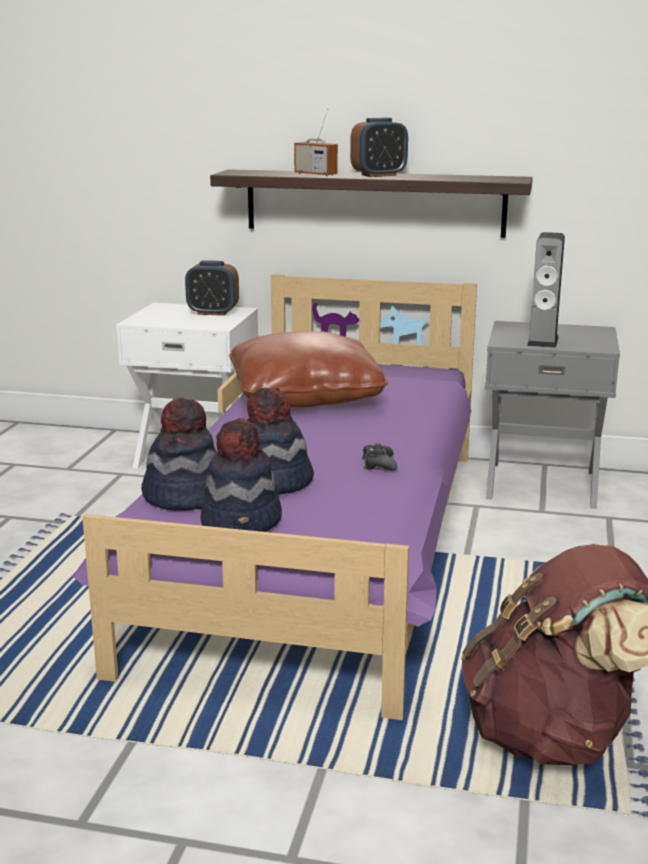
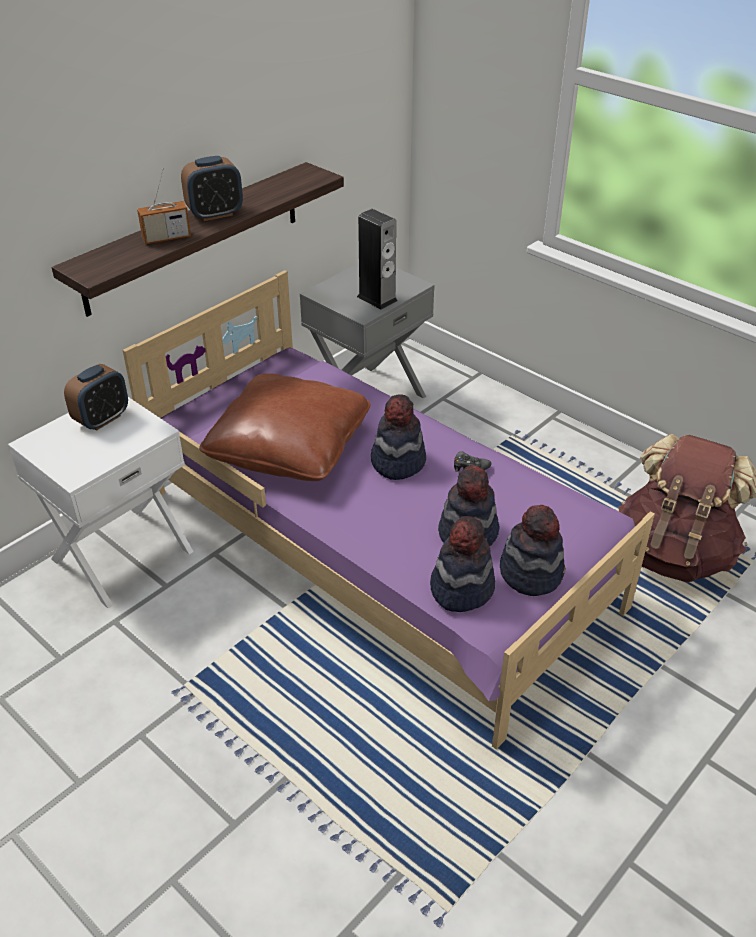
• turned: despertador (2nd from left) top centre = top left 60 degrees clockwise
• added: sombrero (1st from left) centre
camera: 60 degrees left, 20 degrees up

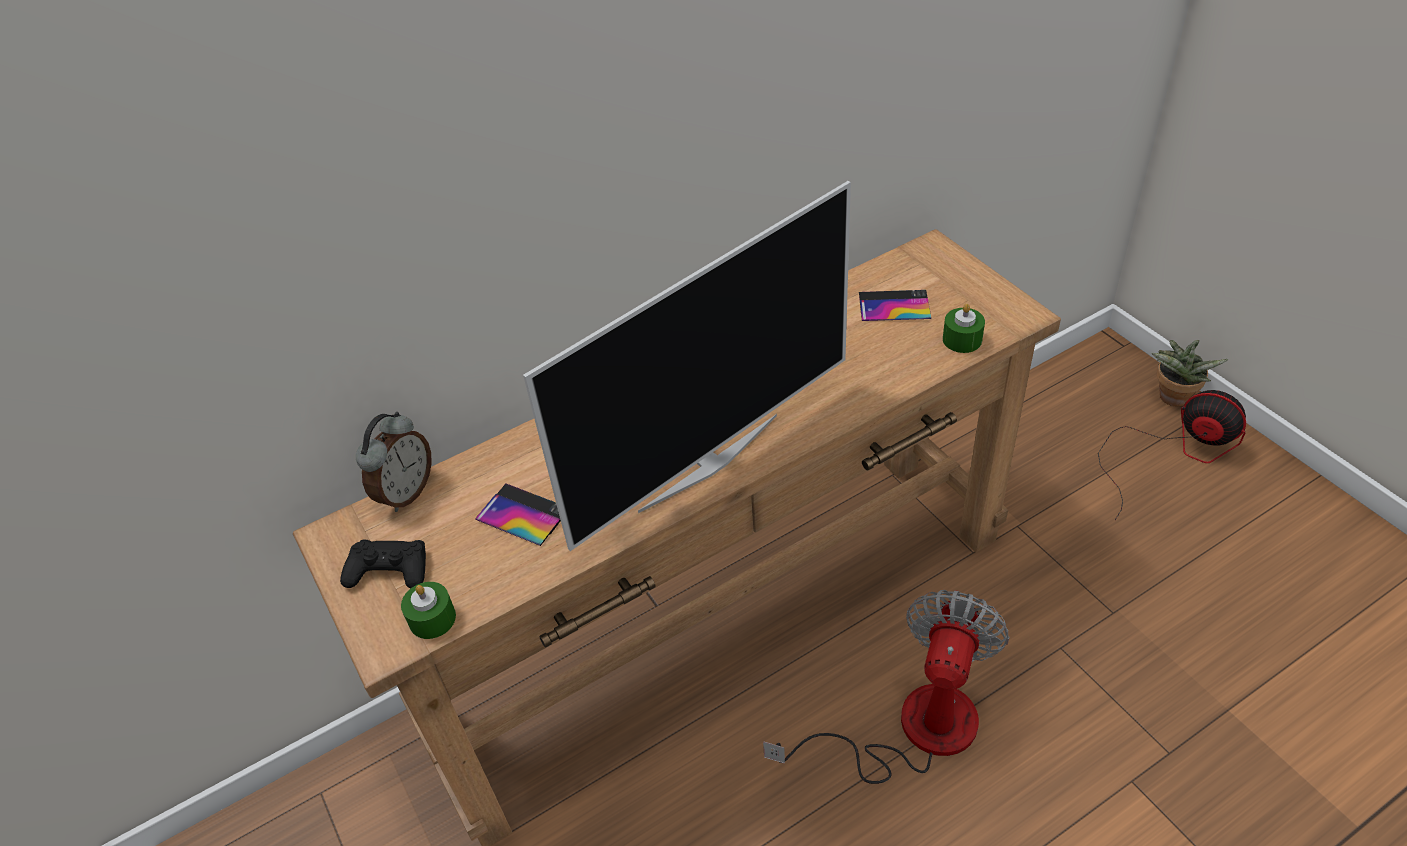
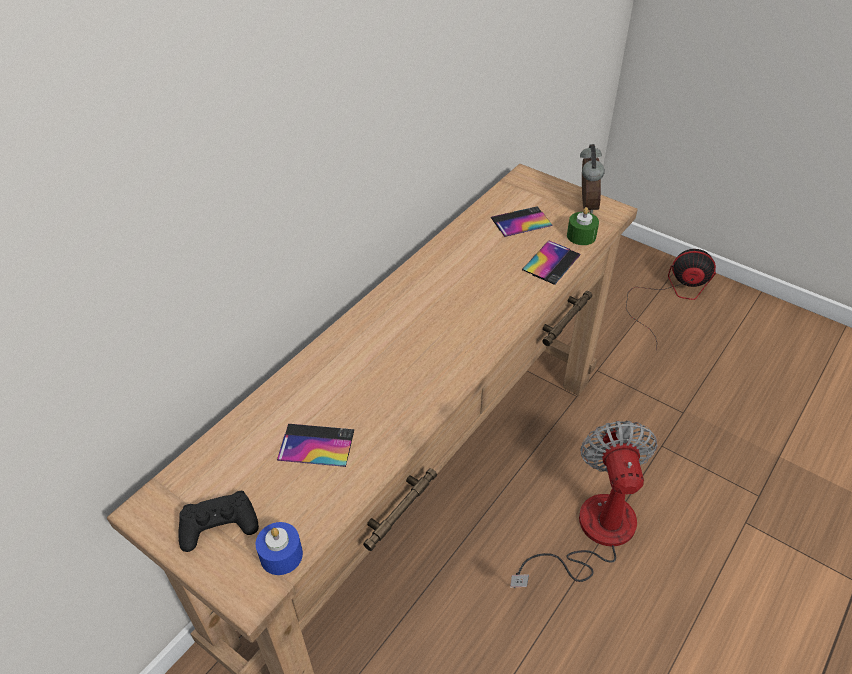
• removed: televisor centre
• removed: planta en maceta middle right
• moved: despertador middle left to top right
• recoloured: vela [verde] (1st from left) bottom left to vela [azul] bottom left
• added: móvil (3rd from left) centre
camera: 25 degrees left, 0 degrees up

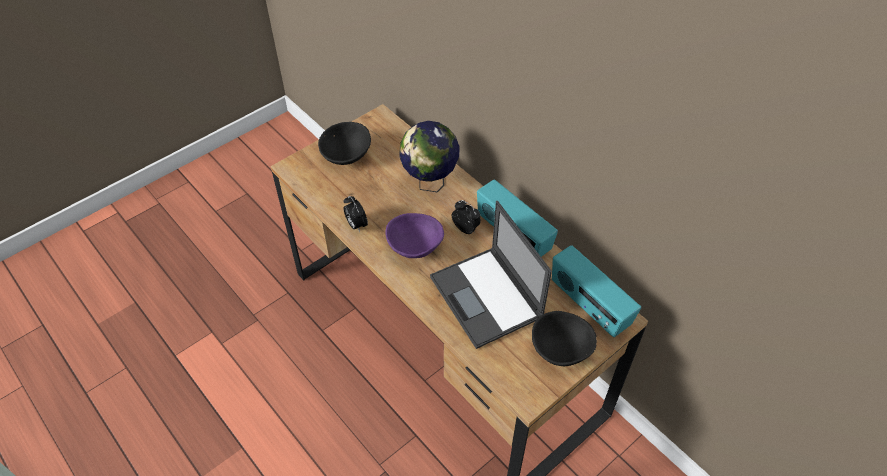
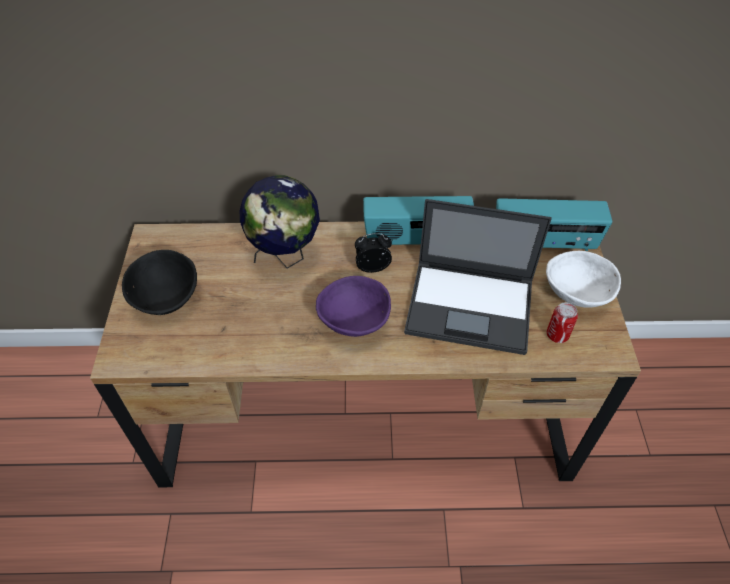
• removed: despertador (1st from left) centre
• recoloured: cuenco [negro] (2nd from left) bottom centre to cuenco [blanco] middle right
• added: lata middle right
camera: 50 degrees left, 0 degrees up

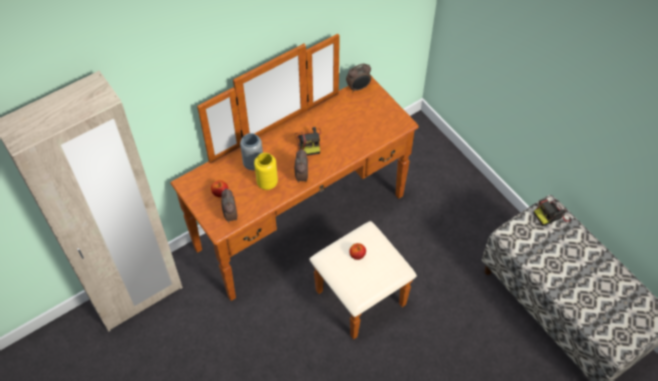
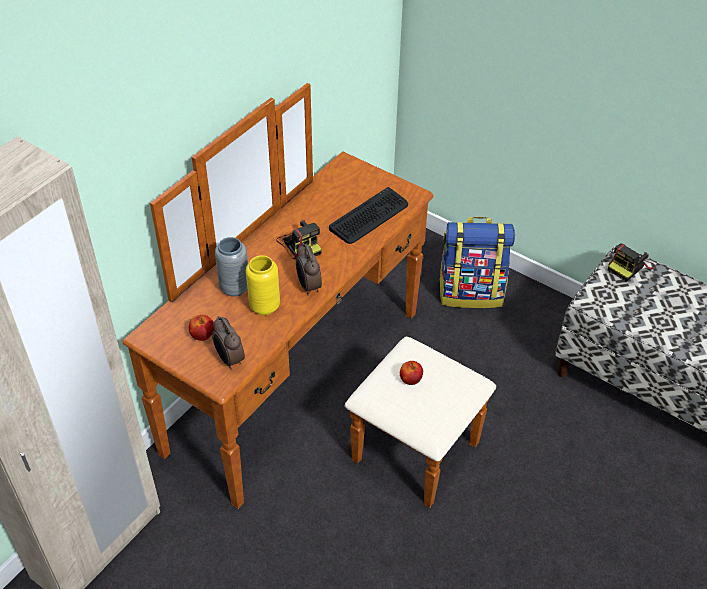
• removed: despertador (3rd from left) top centre
• added: teclado centre
• added: mochila middle right
camera: 20 degrees left, 10 degrees down

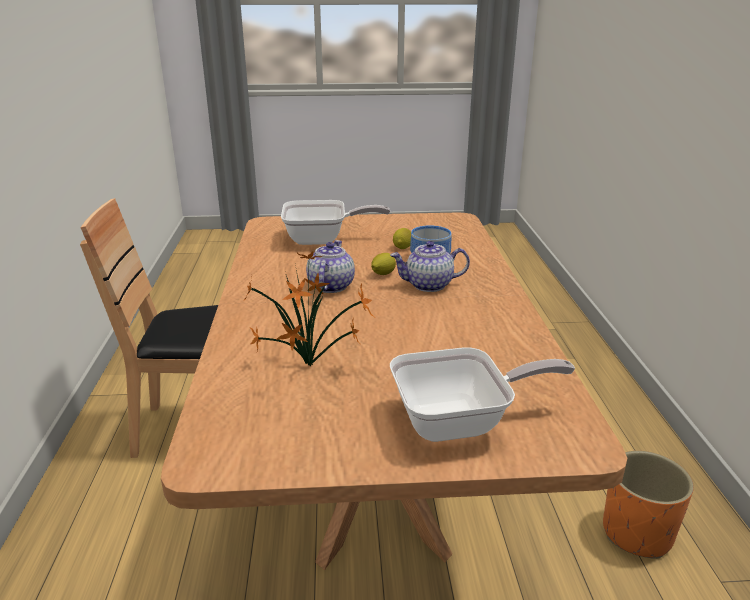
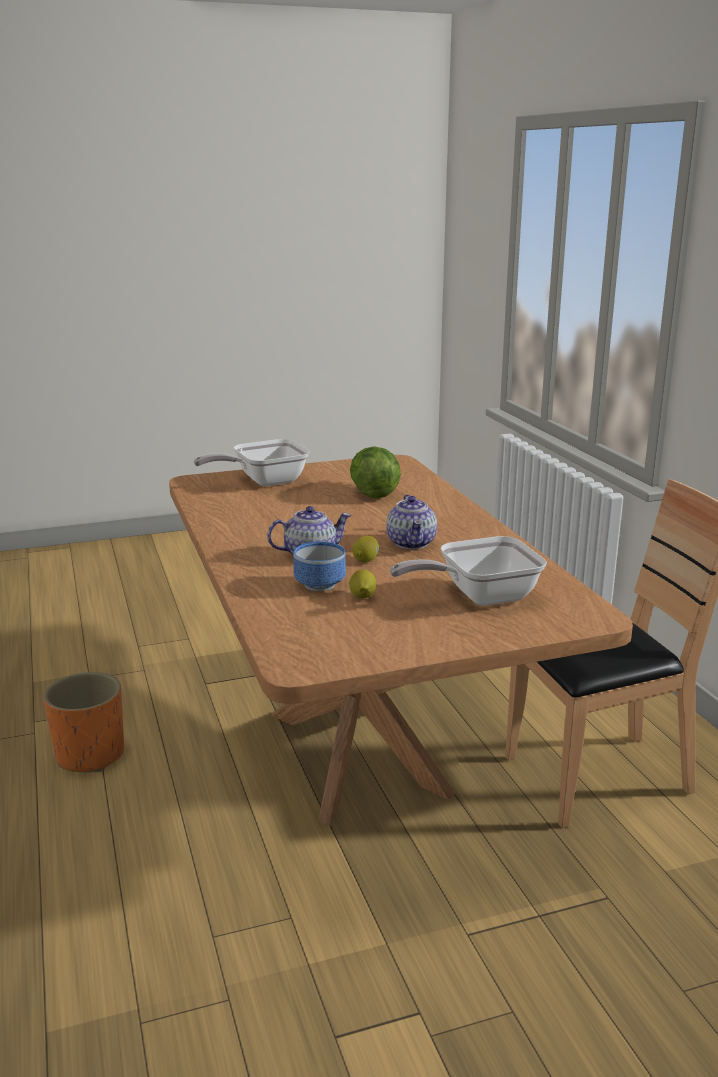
• replaced: planta en maceta centre to lechuga centre
camera: 165 degrees right, 5 degrees down

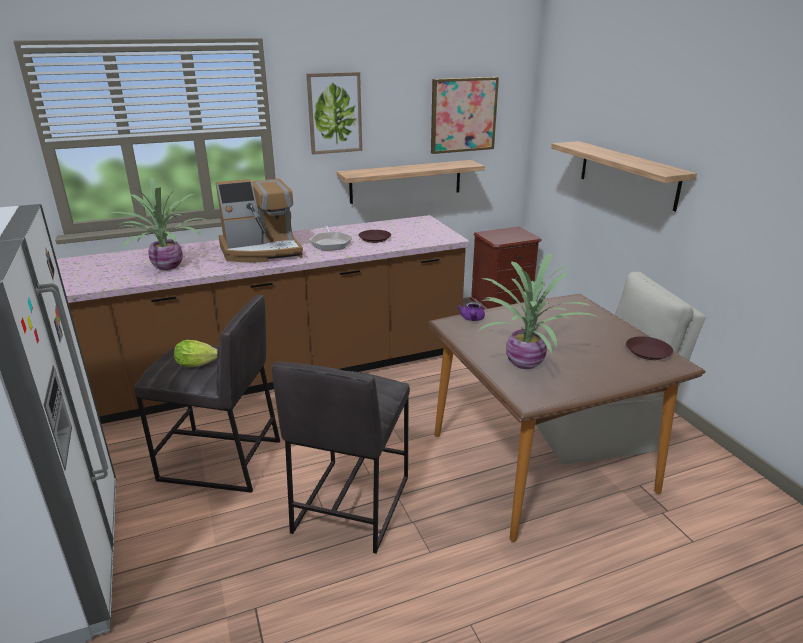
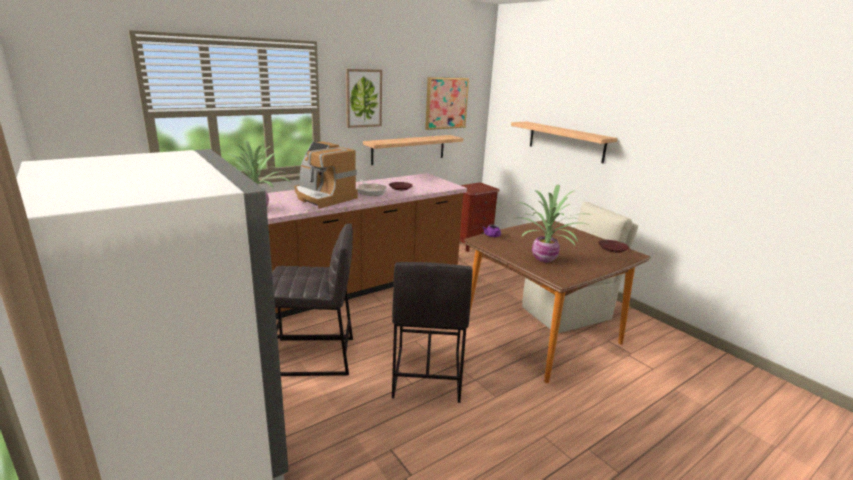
• turned: cafetera middle left = centre 75 degrees clockwise
• removed: lechuga middle left
camera: 15 degrees left, 5 degrees down

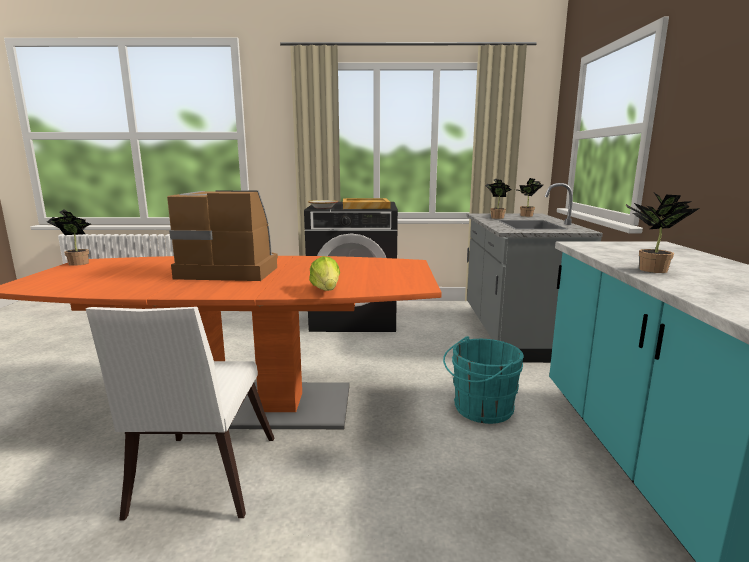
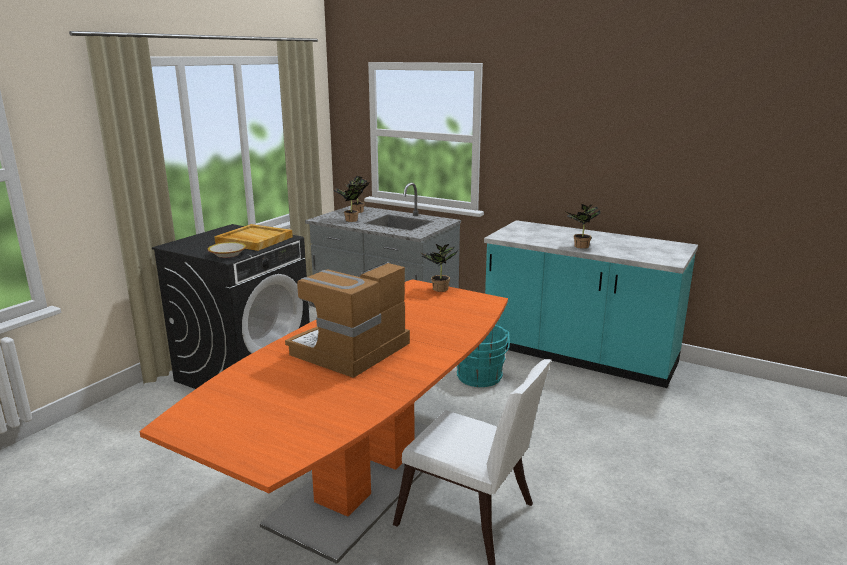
• moved: planta en maceta (1st from left in the first image) middle left to planta en maceta (3rd from left) centre
• removed: lechuga centre
camera: 60 degrees left, 5 degrees up

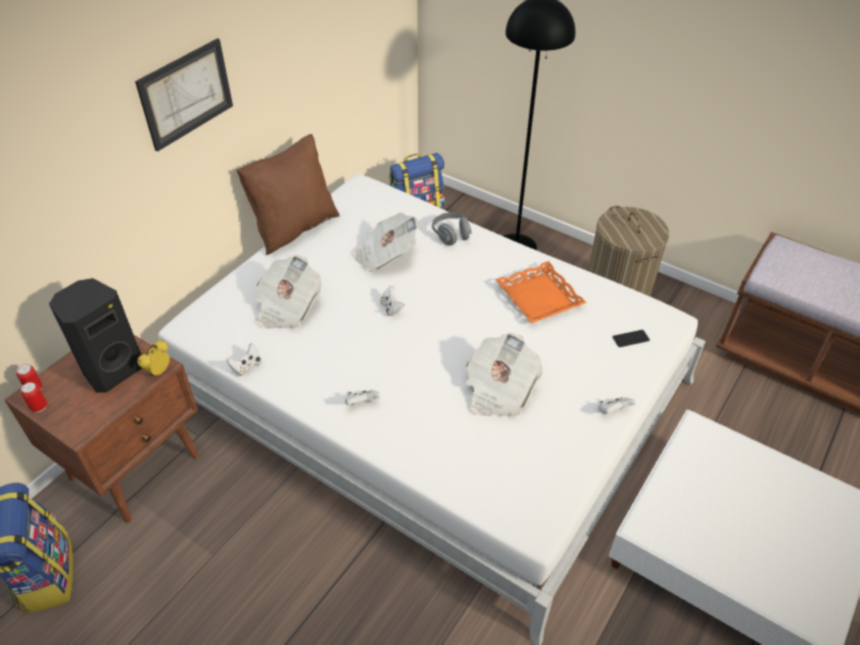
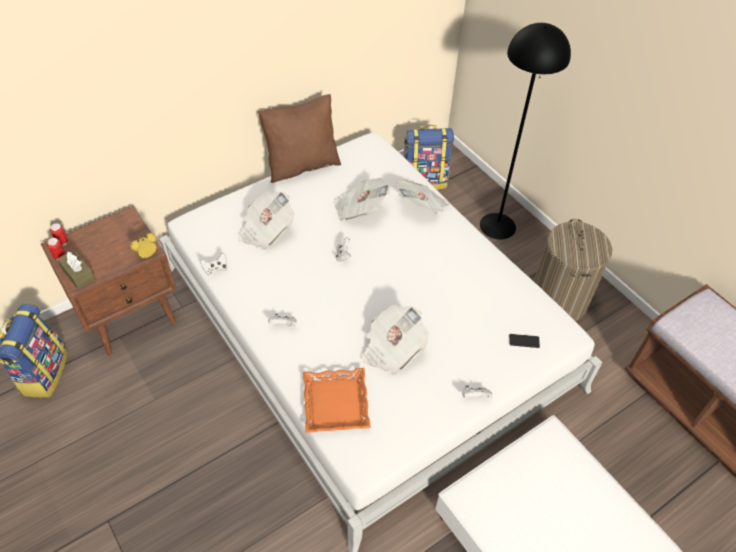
• removed: cuadro top left
• replaced: auriculares [gris] centre to periódico (4th from left) centre
• moved: bandeja [naranja] centre to bottom centre
• removed: altavoz [negro] middle left
• added: caja de pañuelos [marrón] middle left
camera: 20 degrees right, 5 degrees up

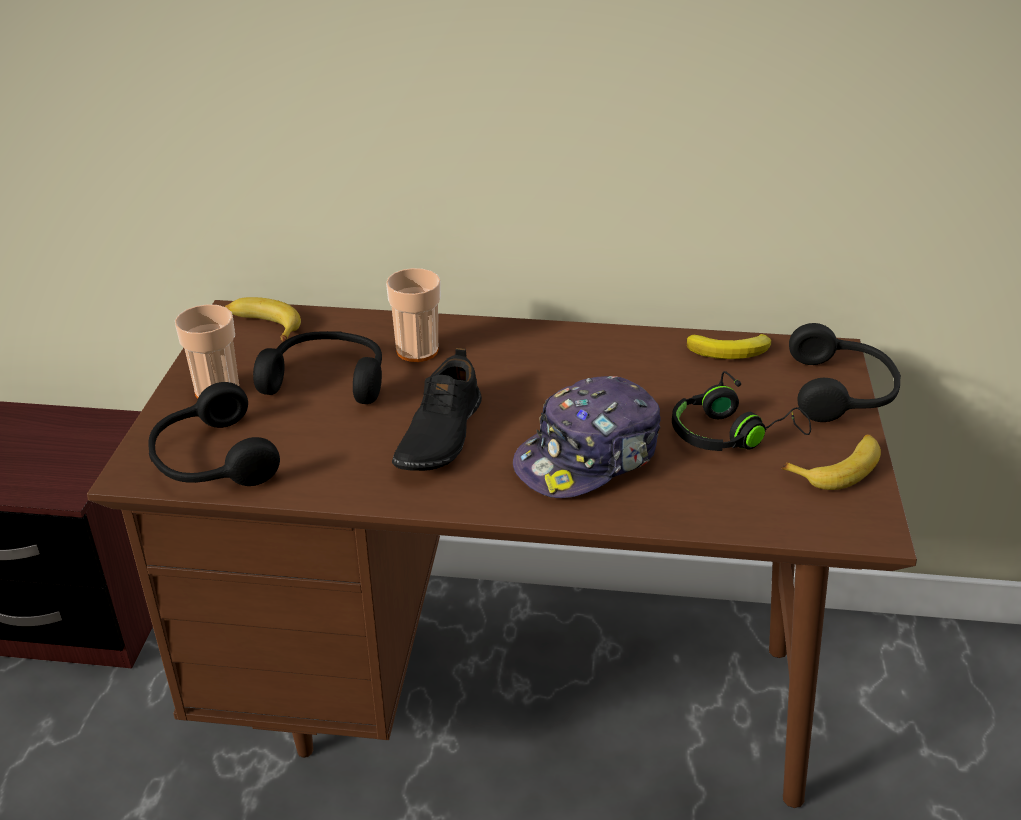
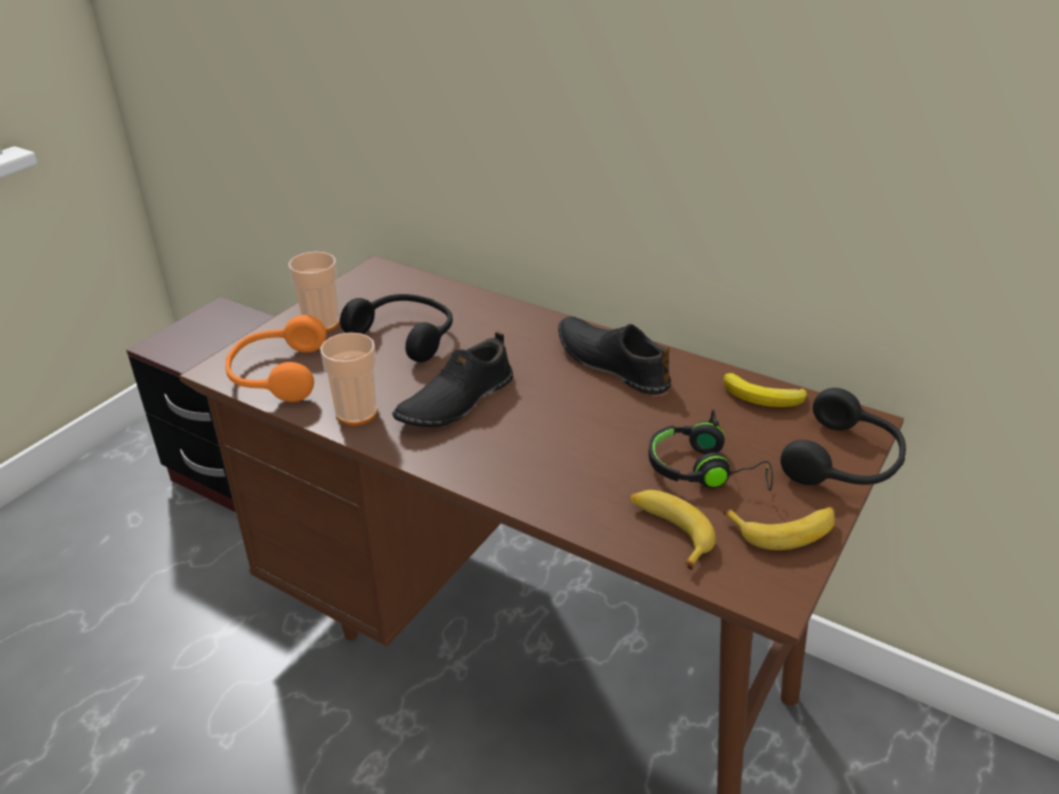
• moved: taza (2nd from left) centre to middle left
• moved: plátano (1st from left) middle left to bottom centre
• removed: gorra centre
• recoloured: auriculares [negro] (1st from left) middle left to auriculares [naranja] middle left
• added: zapato [negro] (2nd from left) centre
camera: 25 degrees right, 0 degrees up

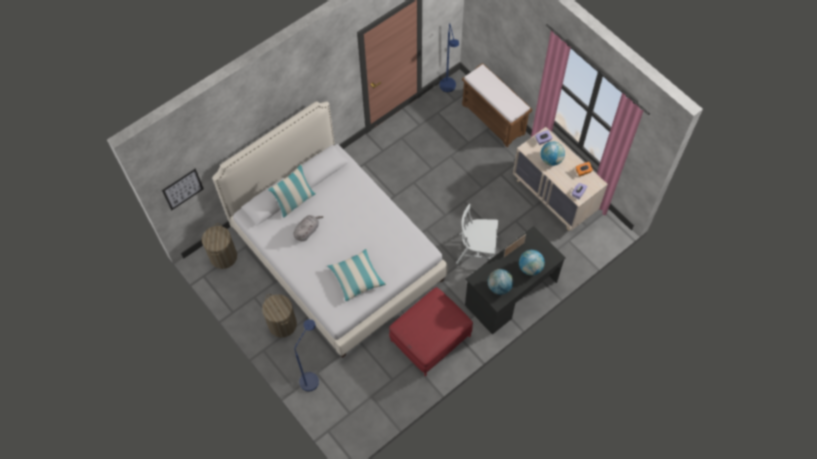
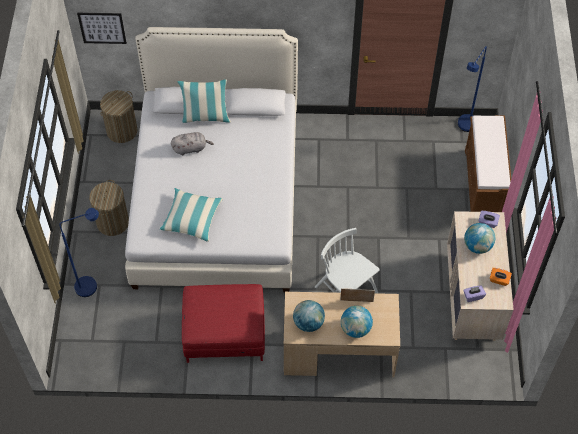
• recoloured: escritorio [negro] centre to escritorio [beis] bottom centre
camera: 40 degrees right, 5 degrees down

